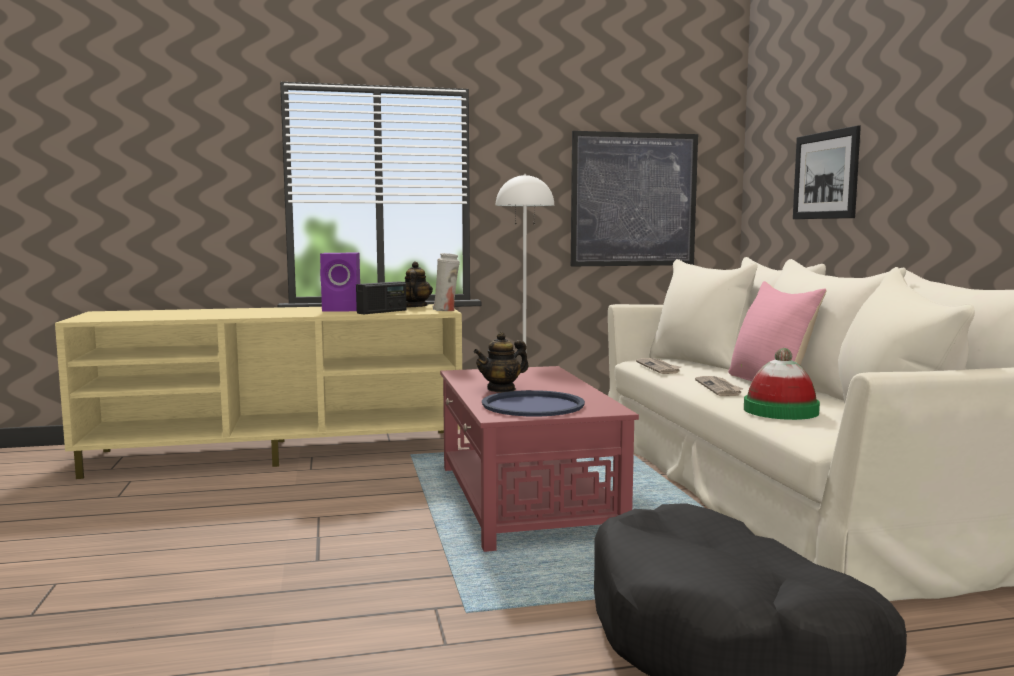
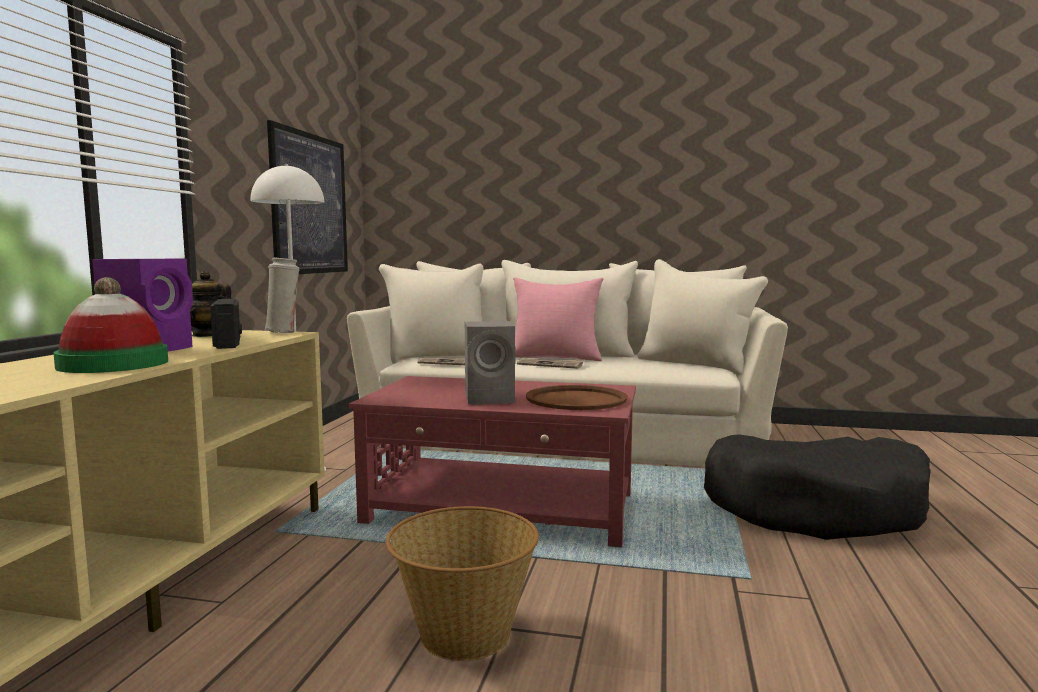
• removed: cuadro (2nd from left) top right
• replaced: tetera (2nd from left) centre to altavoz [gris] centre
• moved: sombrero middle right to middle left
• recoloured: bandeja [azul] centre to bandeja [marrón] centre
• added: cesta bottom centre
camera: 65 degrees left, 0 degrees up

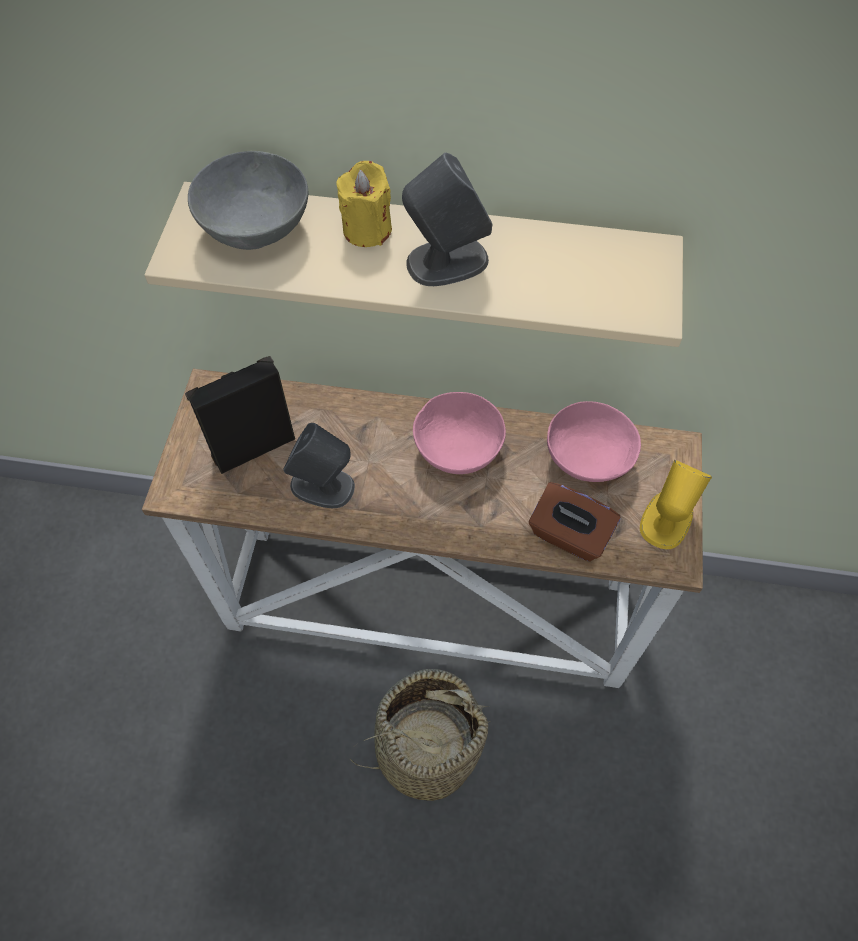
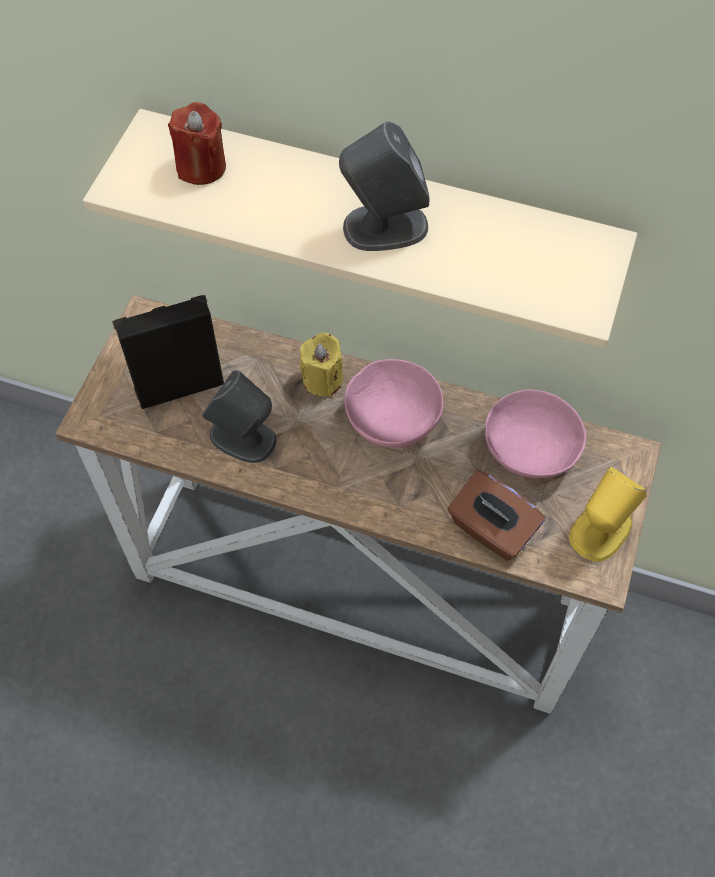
• replaced: cuenco [gris] top left to vela [rojo] top left
• moved: vela [amarillo] top centre to centre
• removed: cesta bottom centre
camera: 10 degrees right, 0 degrees up

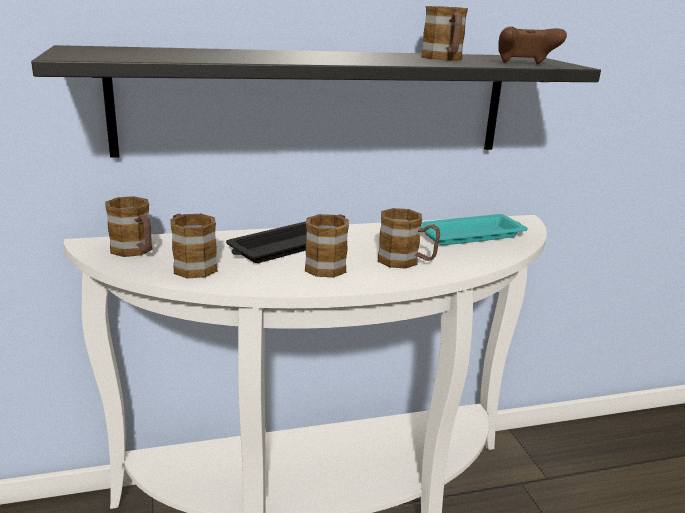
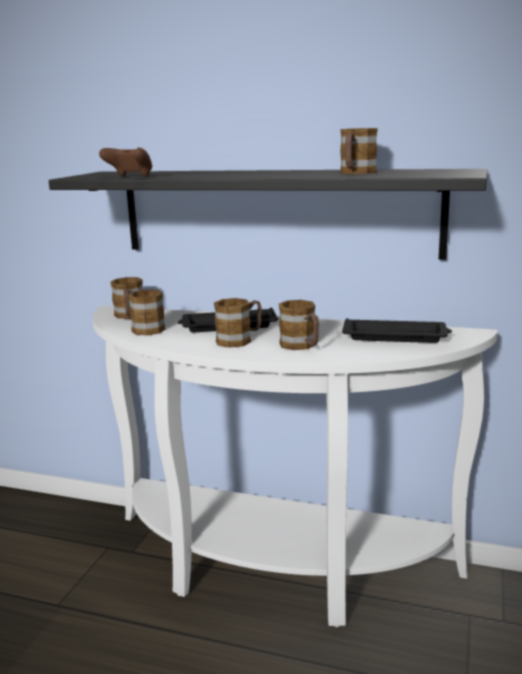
• moved: mando de consola [marrón] top right to top left
• recoloured: bandeja [turquesa] middle right to bandeja [negro] (2nd from left) middle right
camera: 35 degrees right, 5 degrees down

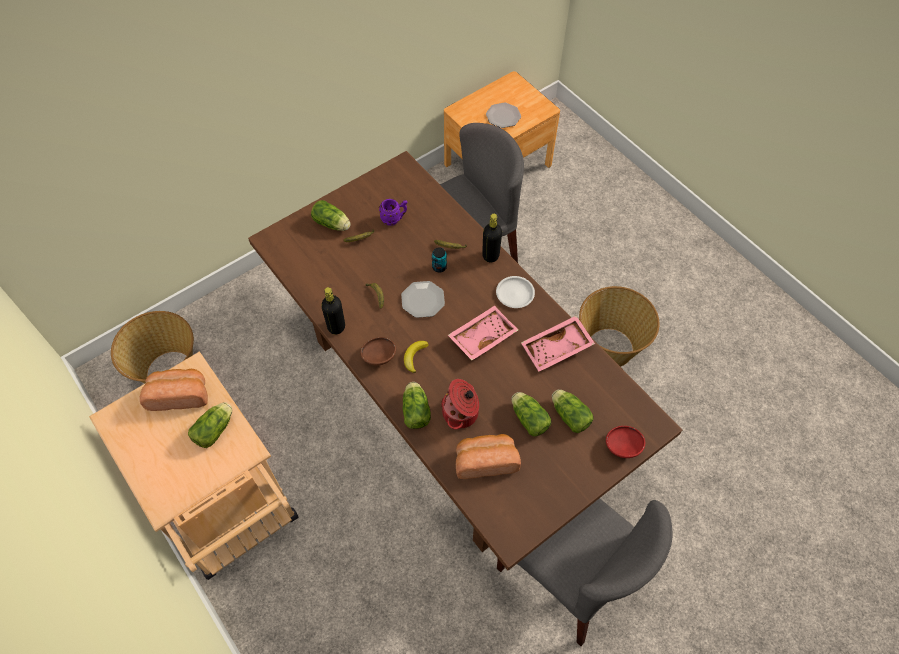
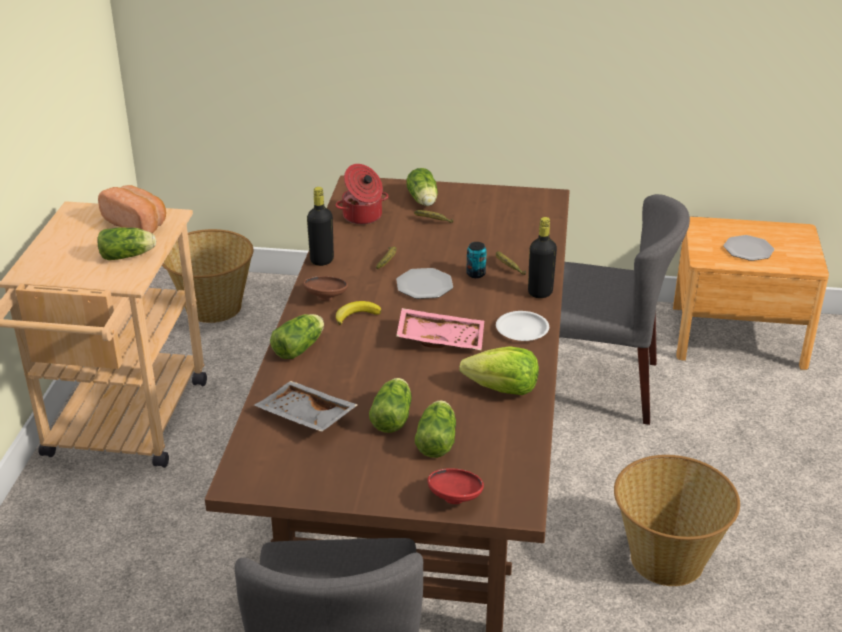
• removed: taza grande [morado] top centre
• replaced: bandeja [rosa] (2nd from left) centre to lechuga (6th from left) centre
• moved: olla centre to top centre
• replaced: pan (2nd from left) bottom centre to bandeja [gris] centre
camera: 45 degrees right, 25 degrees down

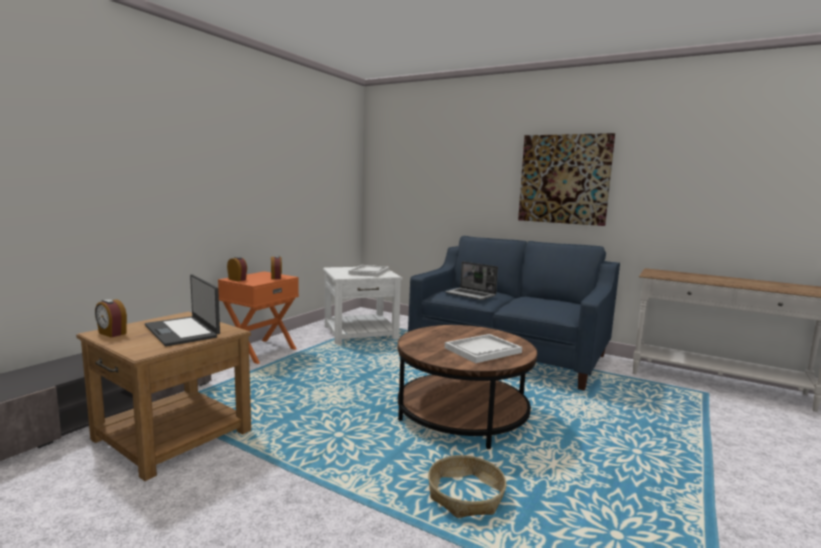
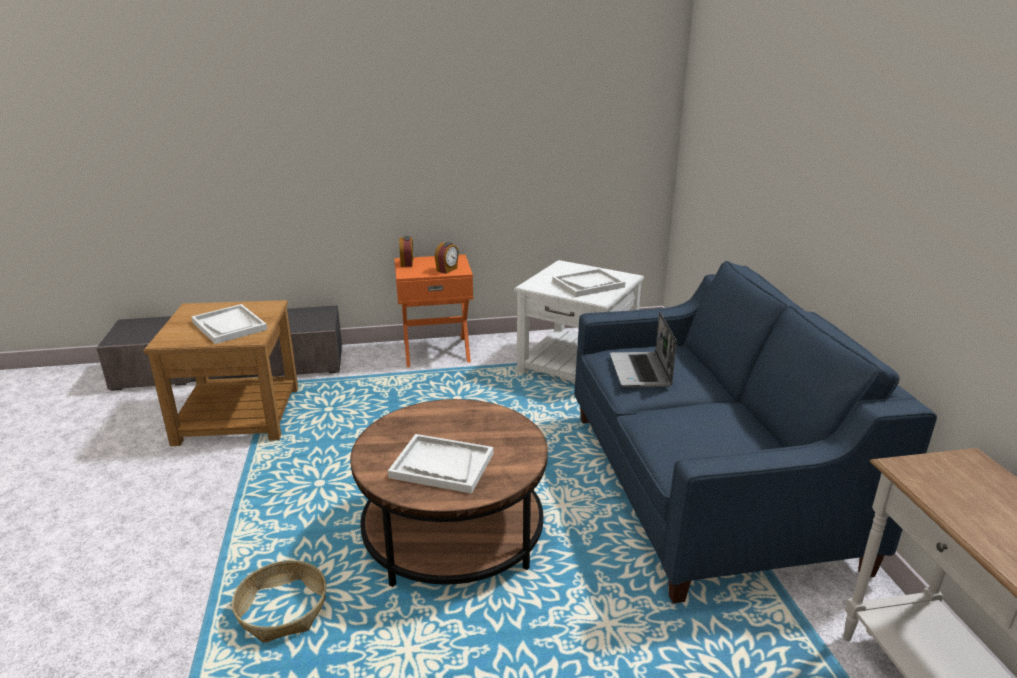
• removed: cuadro top right
• replaced: portátil (1st from left) middle left to bandeja [blanco] (1st from left) middle left
• removed: despertador (1st from left) middle left
camera: 50 degrees right, 15 degrees up

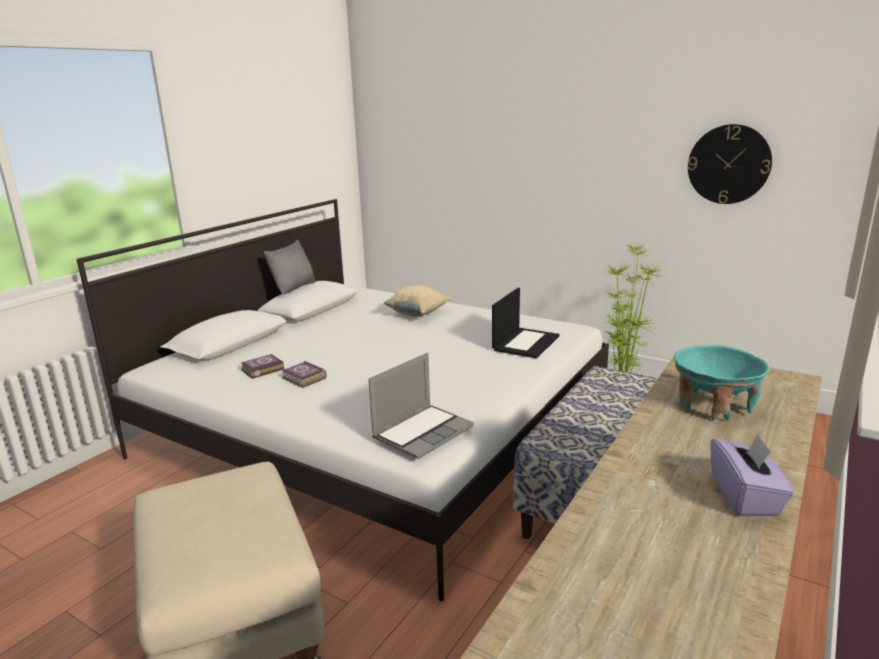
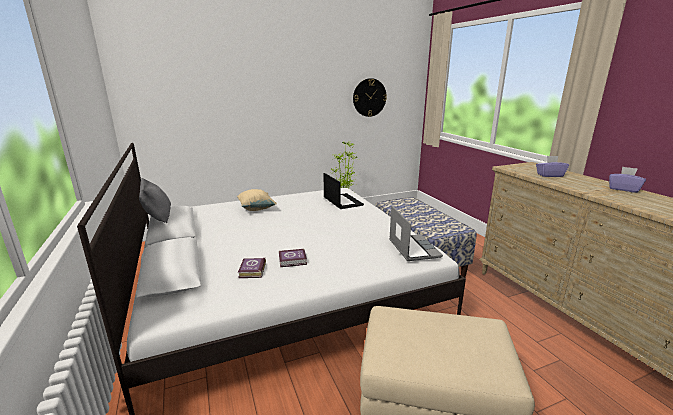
• replaced: cuenco [turquesa] middle right to caja de pañuelos [morado] (1st from left) middle right
camera: 55 degrees left, 0 degrees up

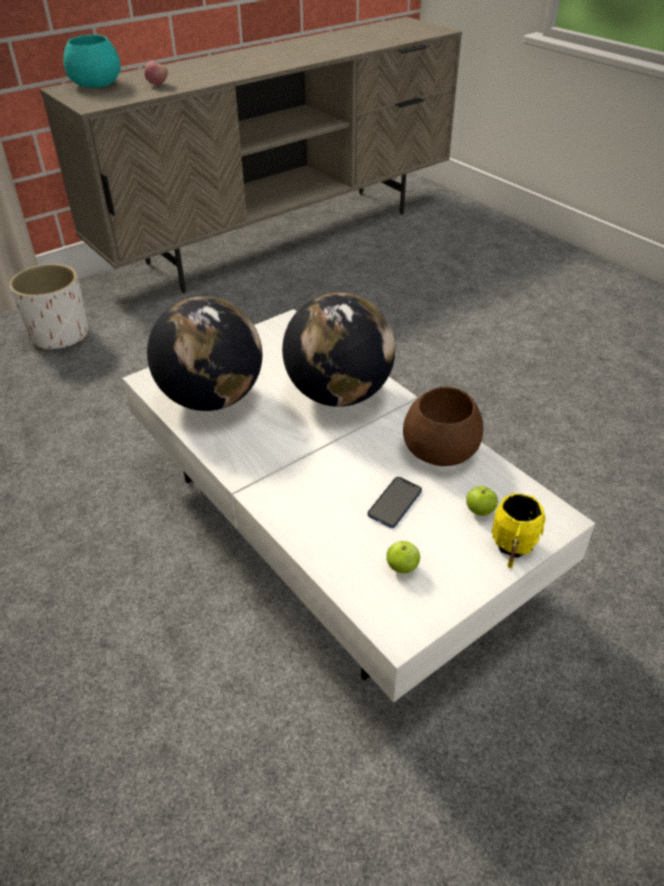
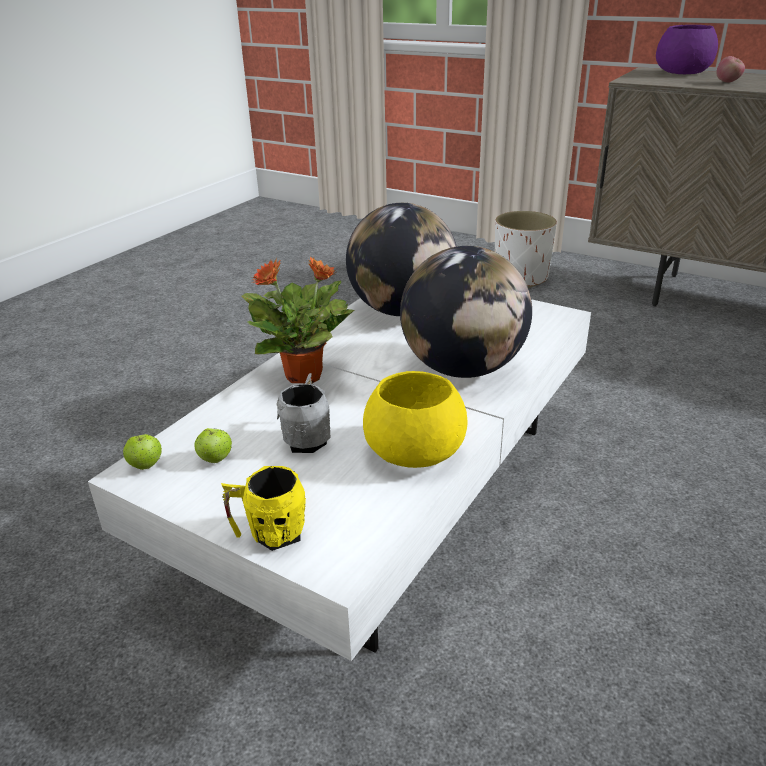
• recoloured: cuenco [turquesa] top left to cuenco [morado] top right
• recoloured: cuenco [marrón] middle right to cuenco [amarillo] centre
• replaced: móvil centre to taza grande [gris] centre
• moved: manzana (3rd from left in the first image) middle right to manzana (1st from left) middle left
• added: planta en maceta centre
camera: 70 degrees right, 10 degrees down

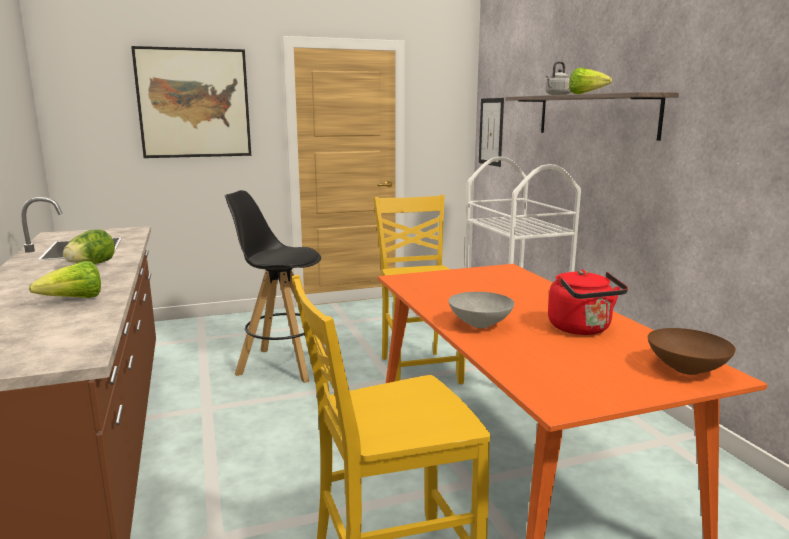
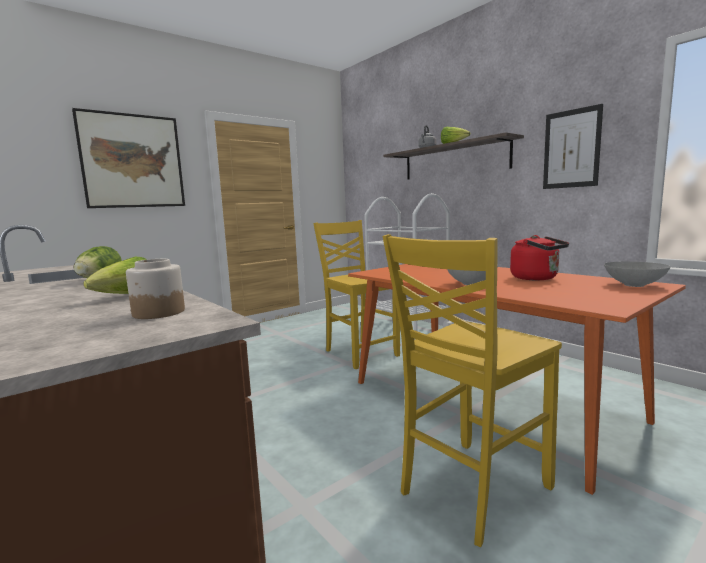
• moved: cuadro (2nd from left) top centre to top right
• removed: taburete [negro] centre
• recoloured: cuenco [marrón] middle right to cuenco [gris] (2nd from left) middle right
• added: tarro middle left
camera: 20 degrees left, 5 degrees down

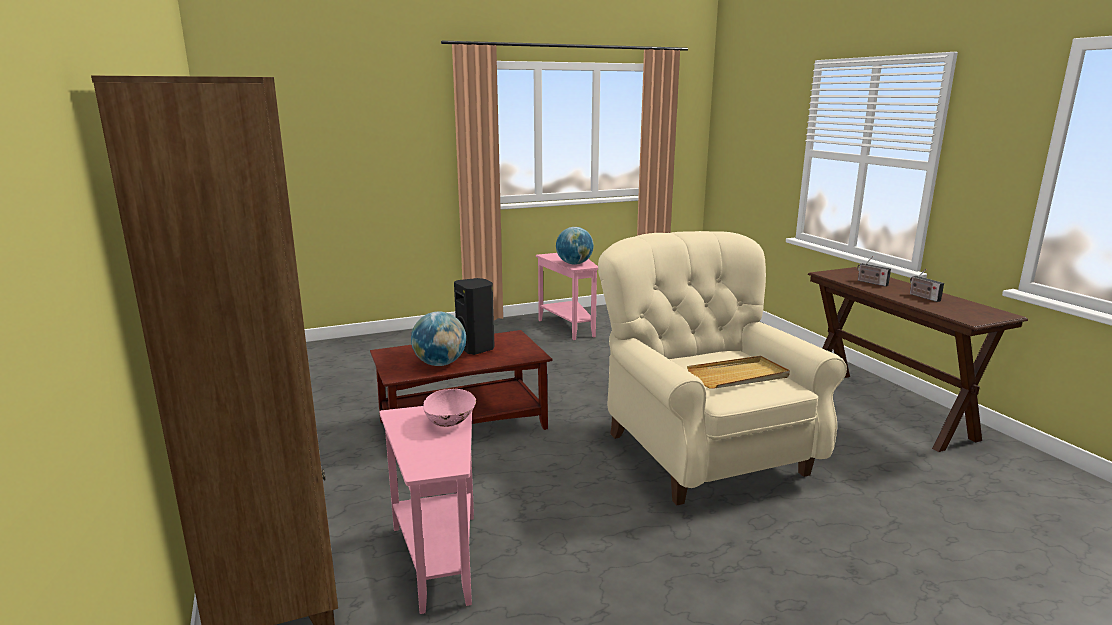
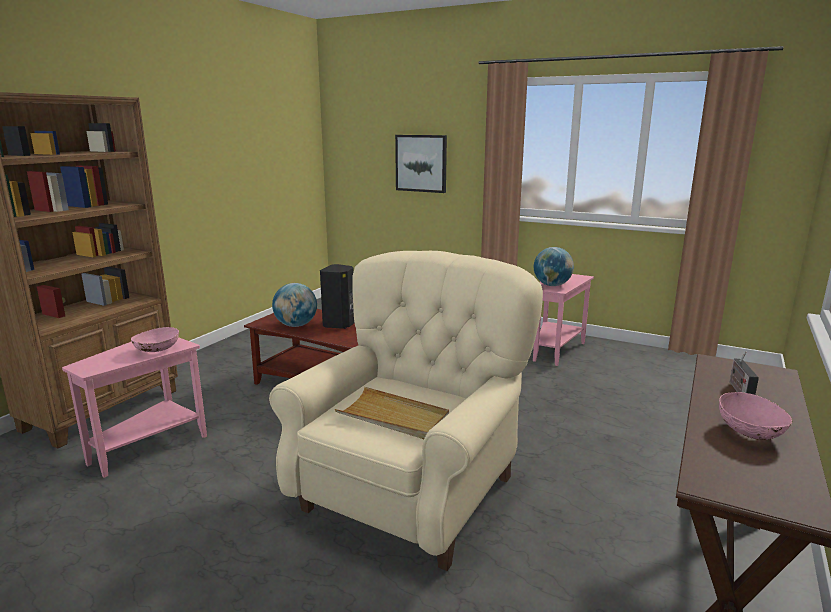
• replaced: radio (2nd from left) middle right to cuenco [rosa] (2nd from left) bottom right
• added: cuadro top centre
camera: 50 degrees right, 0 degrees up

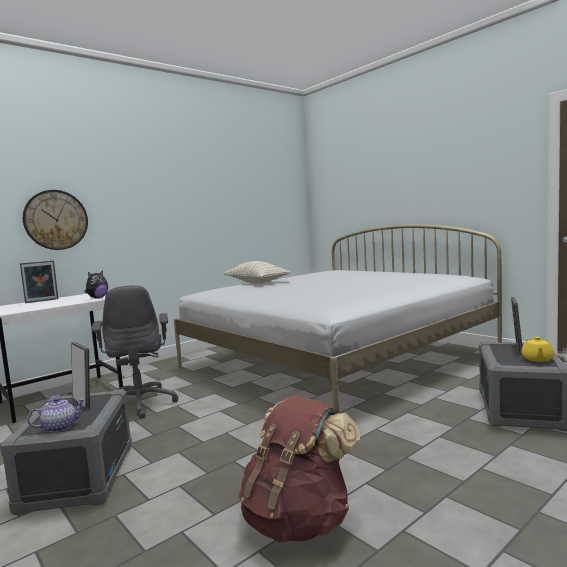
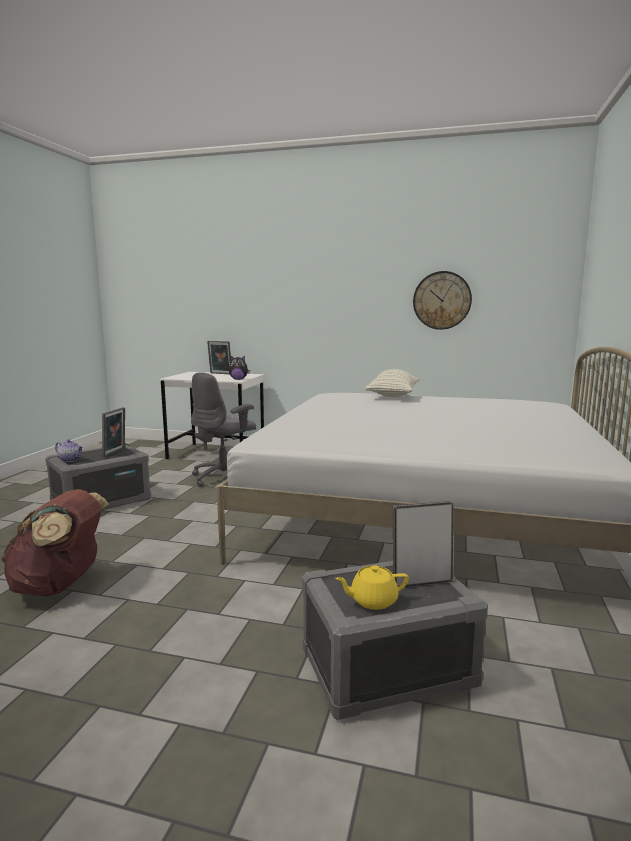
• moved: reloj de pared middle left to middle right
camera: 55 degrees right, 5 degrees up

